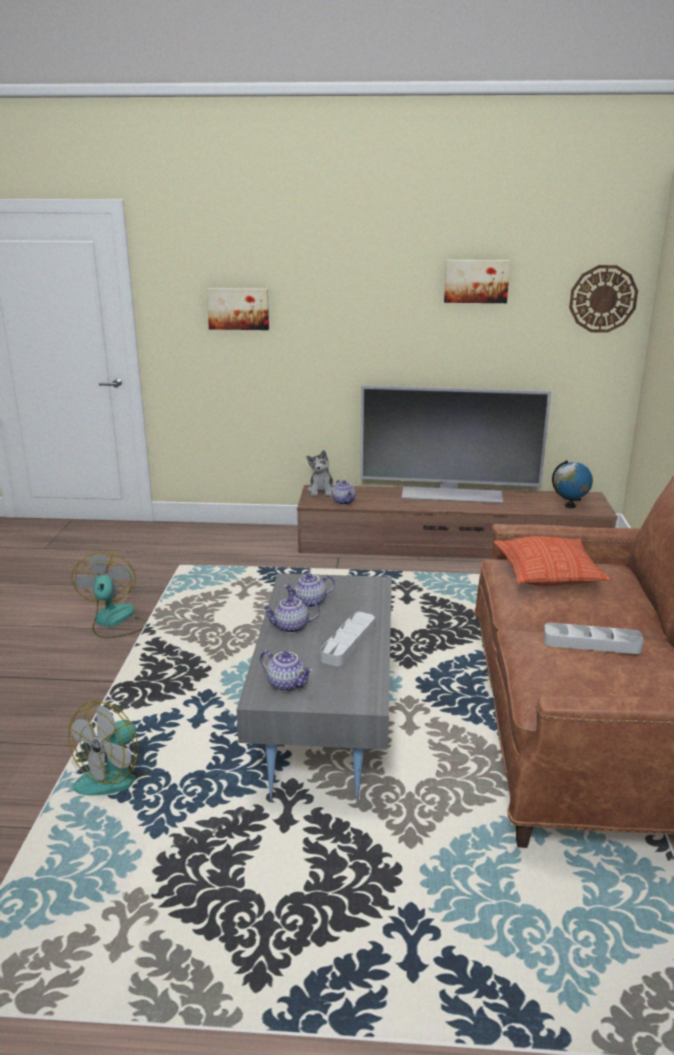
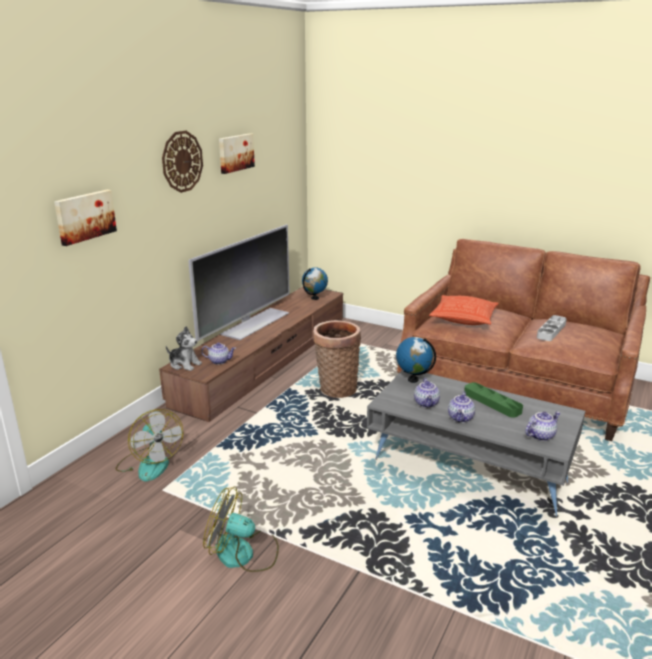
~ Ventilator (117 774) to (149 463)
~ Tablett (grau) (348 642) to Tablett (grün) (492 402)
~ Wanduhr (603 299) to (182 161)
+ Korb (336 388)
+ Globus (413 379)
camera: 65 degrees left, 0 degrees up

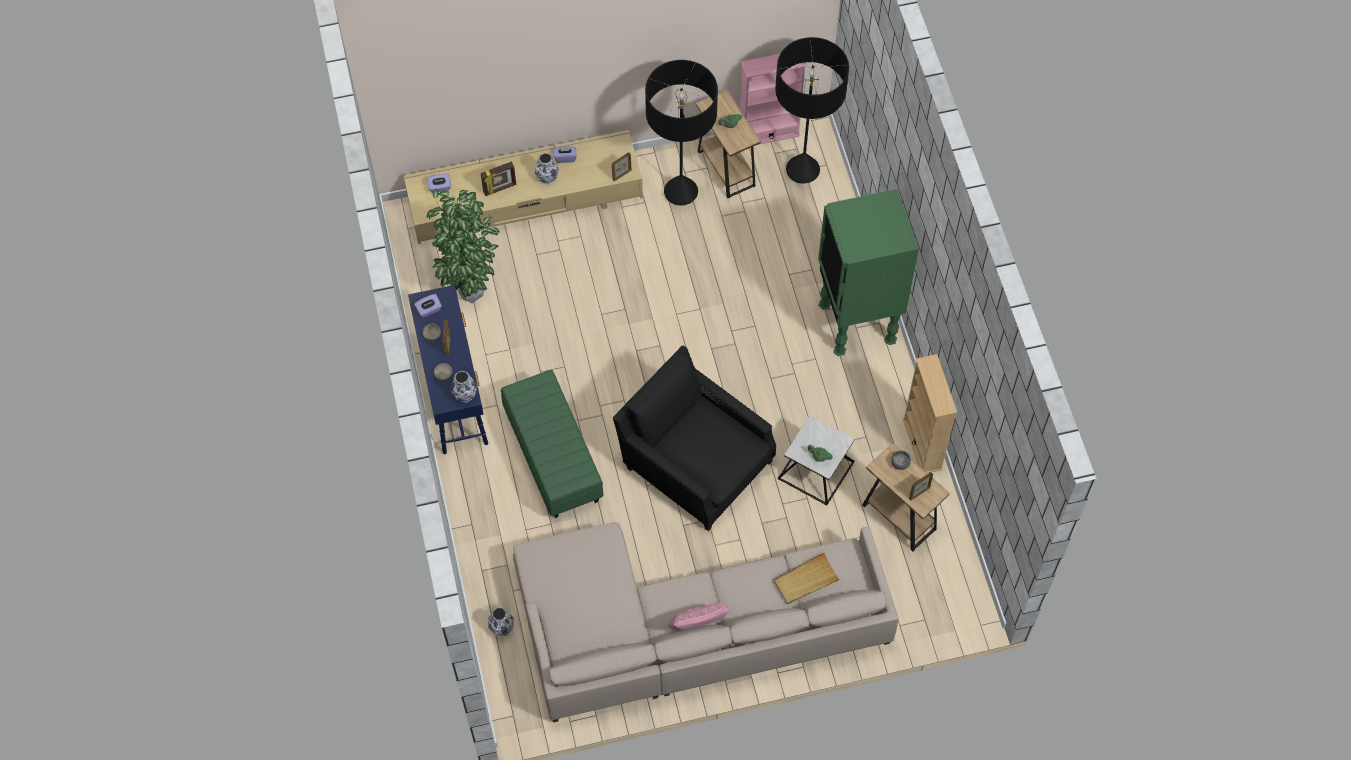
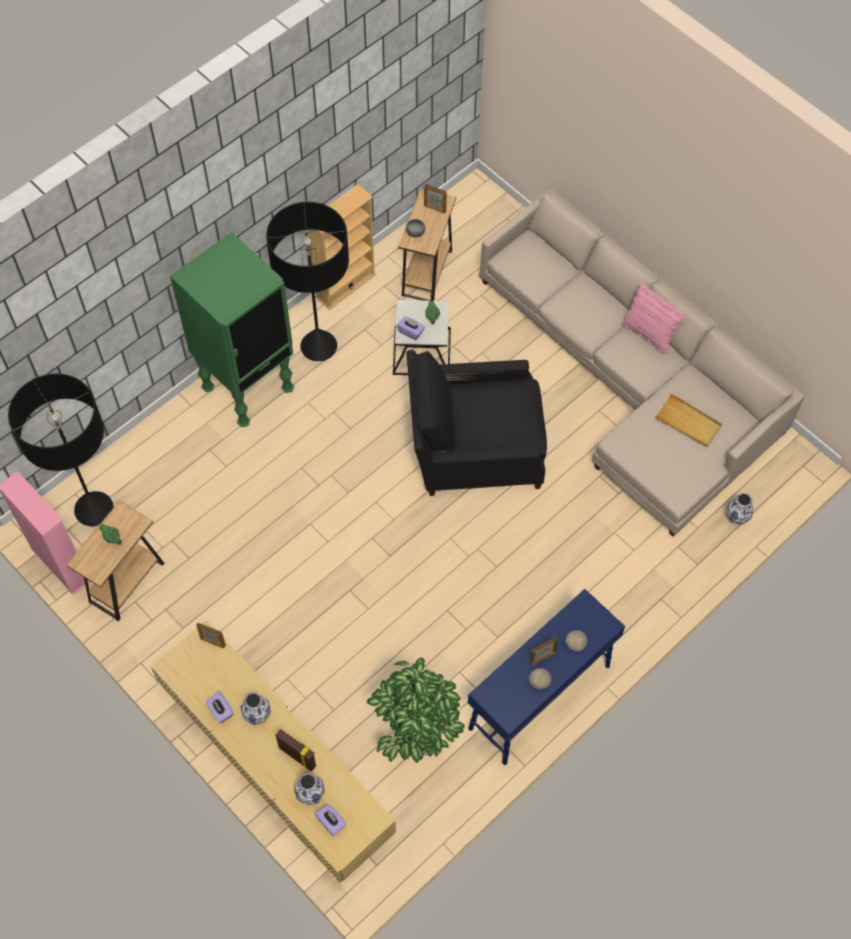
~ Taschentuchbox (lila) (429 310) to (411 332)
~ Vase (465 395) to (310 794)
- Polsterhocker (grün) (554 457)
~ Sessel (schwarz) (696 462) = (475 446) 75 degrees clockwise
~ Stehlampe (schwarz) (681 193) to (319 348)
~ Tablett (beige) (805 580) to (688 422)
camera: 120 degrees left, 0 degrees up

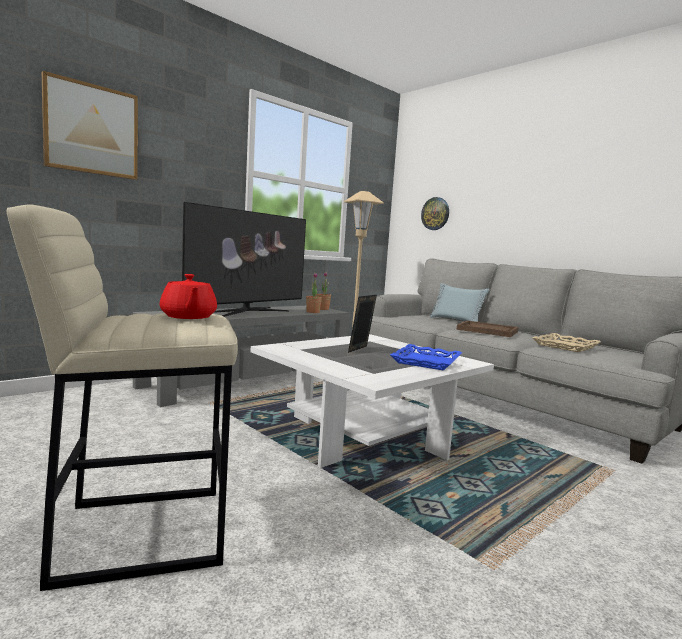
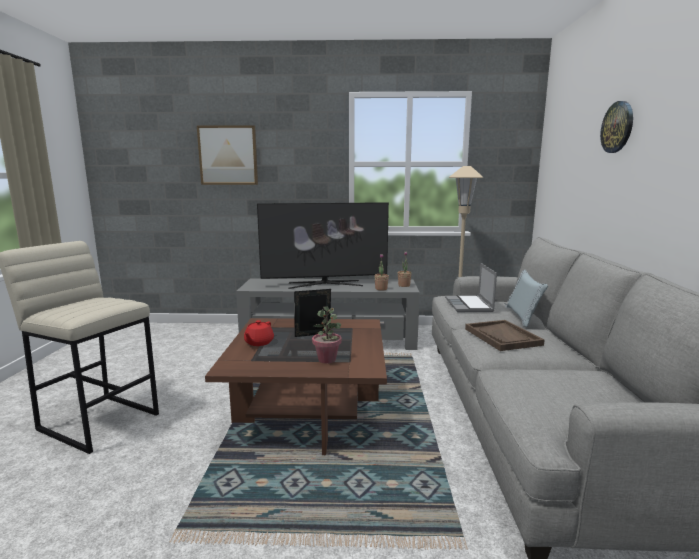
~ Teekanne (rot) (188 317) to (258 343)
~ Couchtisch (weiß) (365 437) to Couchtisch (braun) (308 411)
~ Tablett (blau) (425 361) to Topfpflanze (327 359)
~ Wanduhr (435 213) to (617 127)
- Tablett (beige) (566 346)
+ Laptop (469 305)
camera: 45 degrees right, 5 degrees up

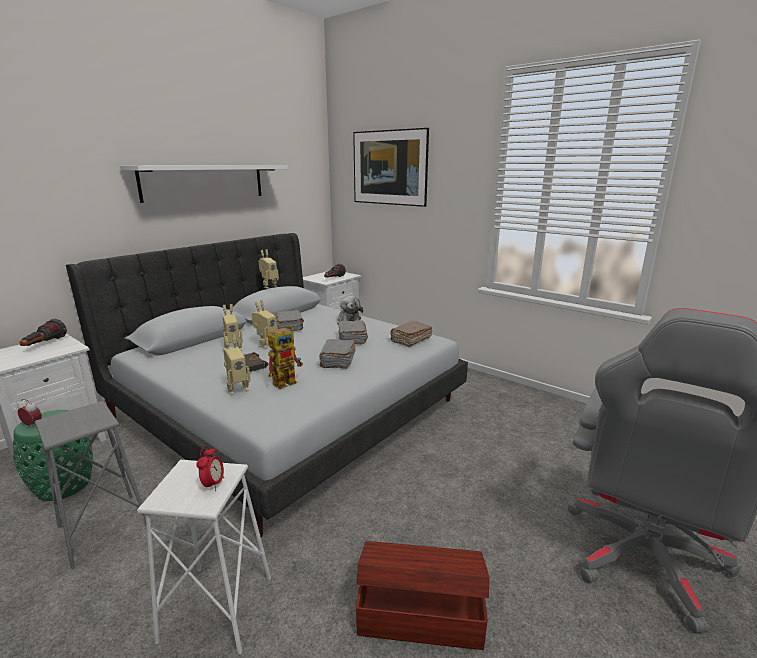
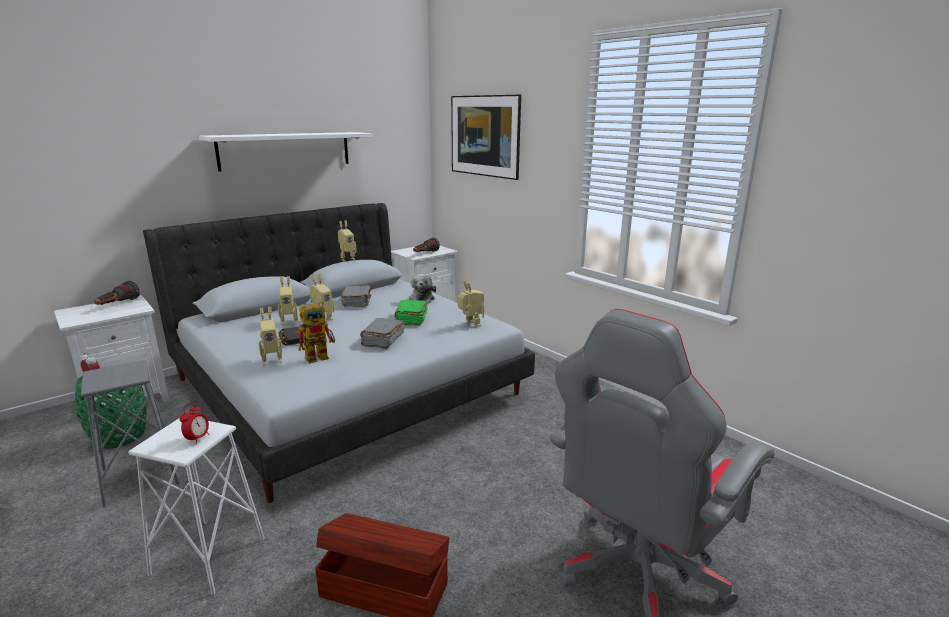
~ Buch (grau) (352 339) to Buch (grün) (411 319)
~ Buch (braun) (410 340) to Spielzeugroboter (470 325)
camera: 10 degrees right, 0 degrees up

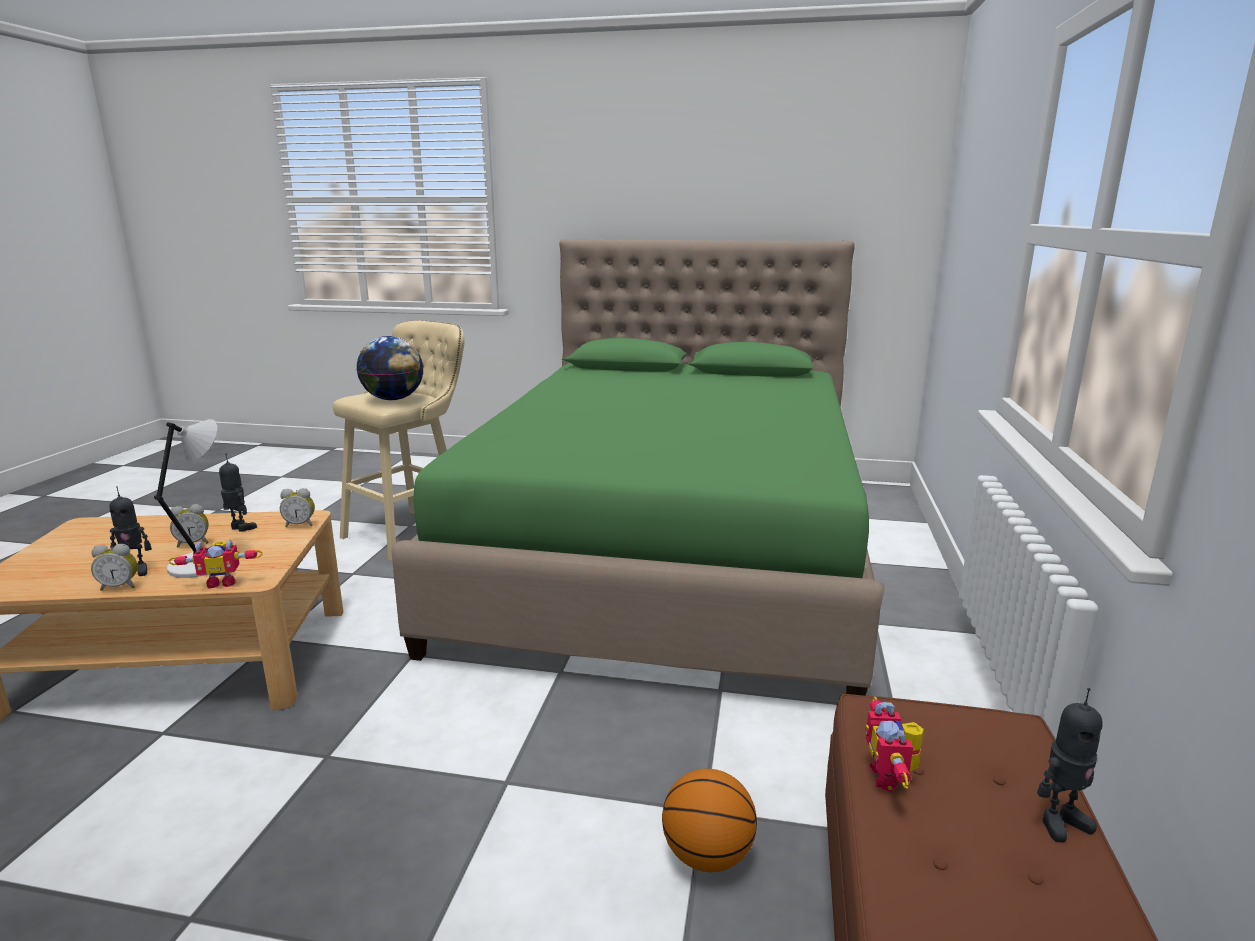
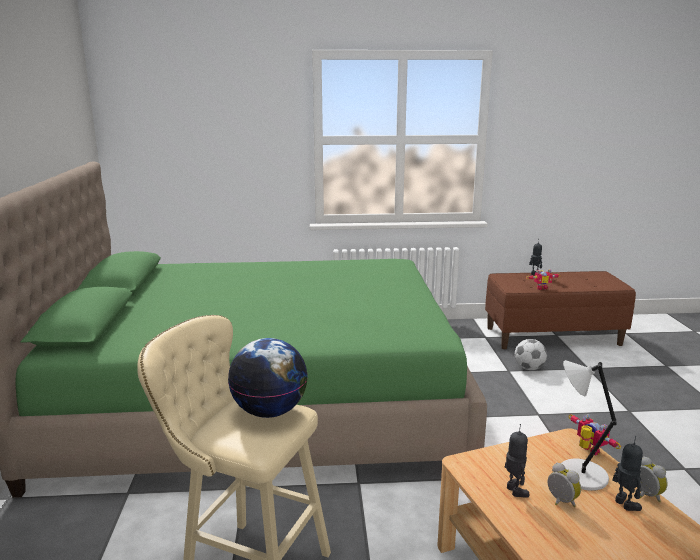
~ Spielzeugroboter (240 528) = (514 491) 150 degrees clockwise
- Wecker (300 525)
~ Basketball (707 856) to Fußball (529 368)
camera: 105 degrees left, 0 degrees up

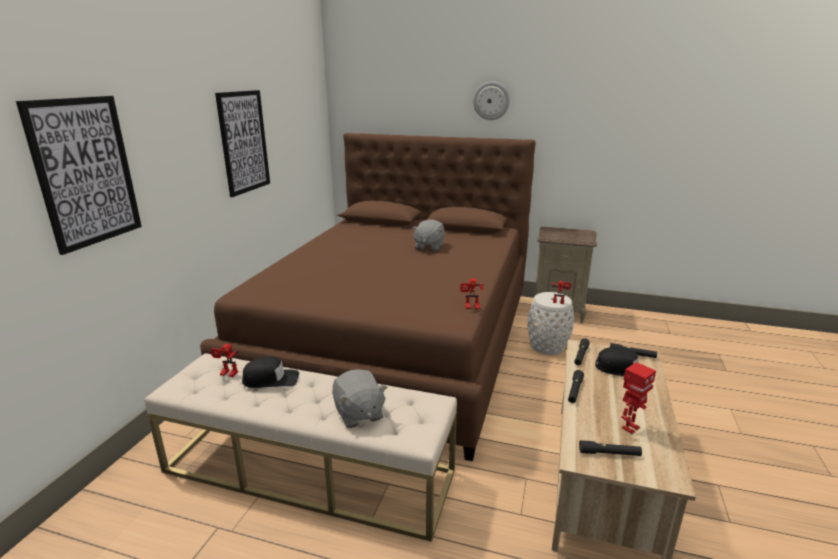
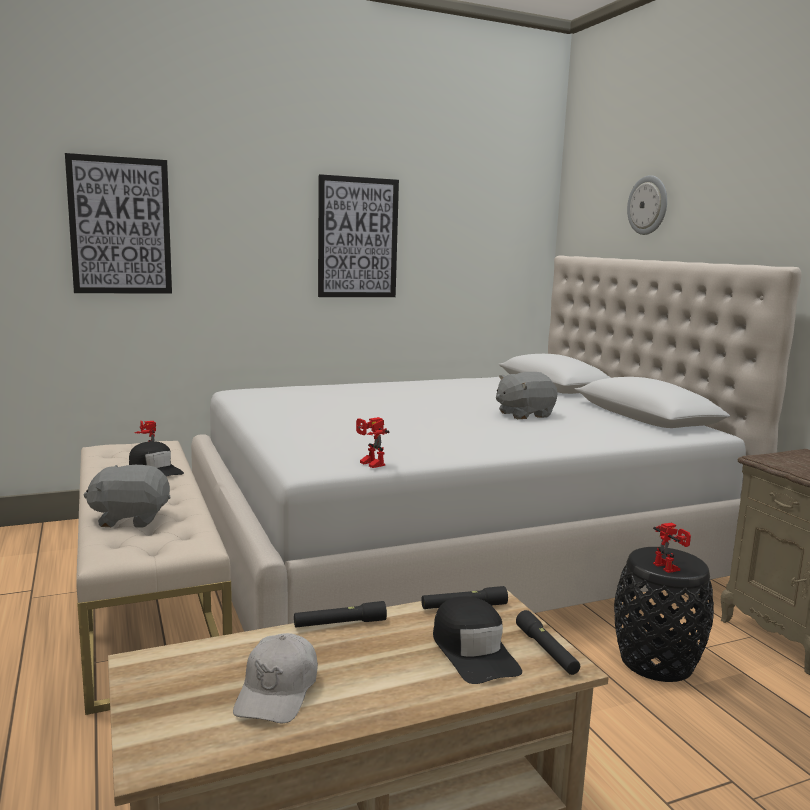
~ Bett (braun) (396 343) to Bett (weiß) (452 553)
~ Plüschtier (grau) (358 414) = (130 519) 60 degrees clockwise
~ Wanduhr (491 101) to (648 205)
~ Hocker (weiß) (547 346) to Hocker (schwarz) (656 662)
- Taschenlampe (schwarz) (609 453)
~ Spielzeugroboter (629 427) to Kappe (weiß) (277 691)
camera: 50 degrees right, 10 degrees down

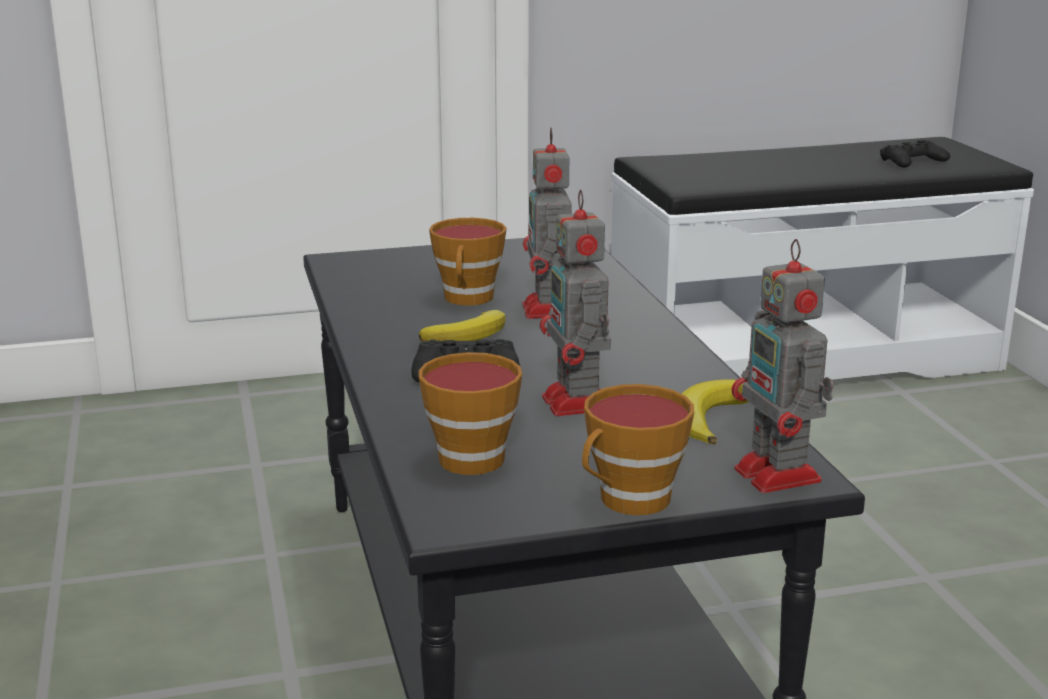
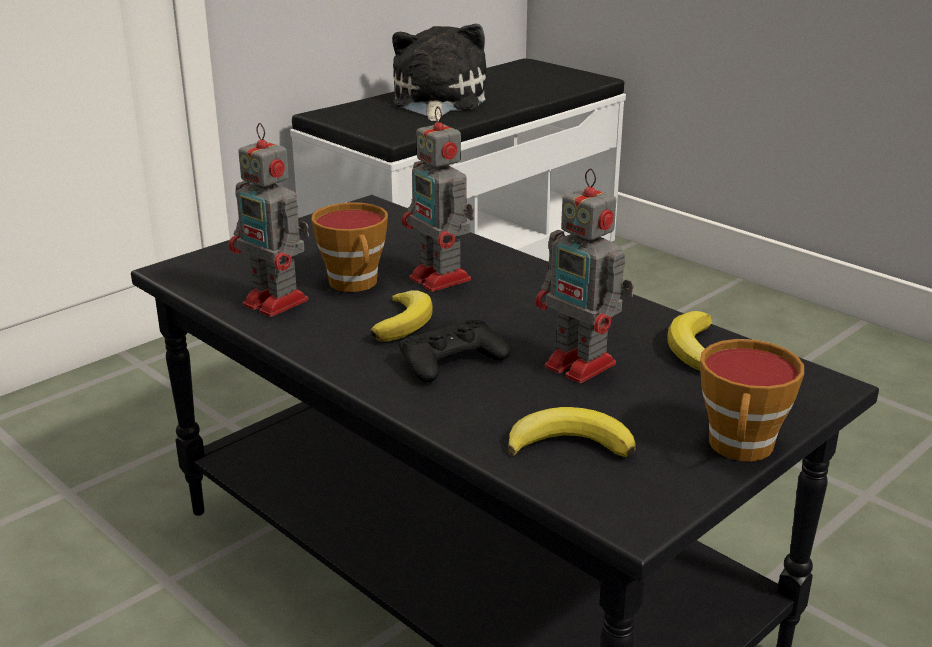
~ Tasse (476 456) to Banane (569 443)
~ Spielzeugroboter (779 477) to (278 303)
- Gamepad (schwarz) (913 162)
+ Plüschtier (437 102)
camera: 30 degrees left, 5 degrees up

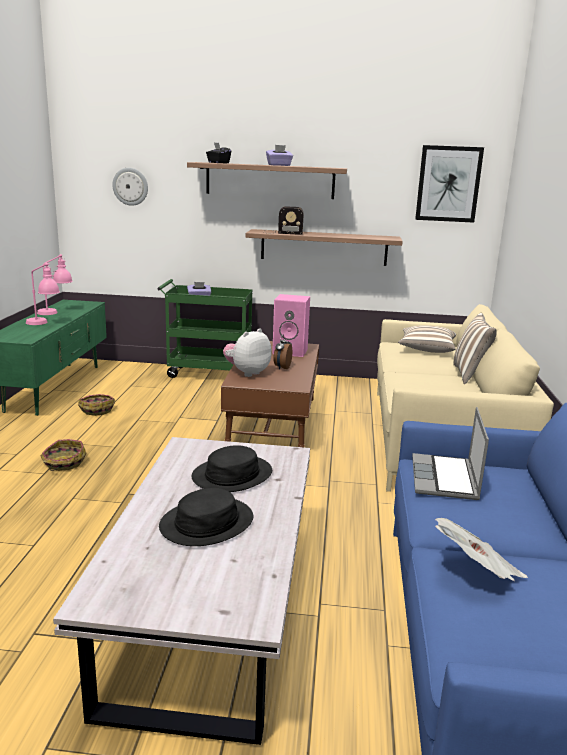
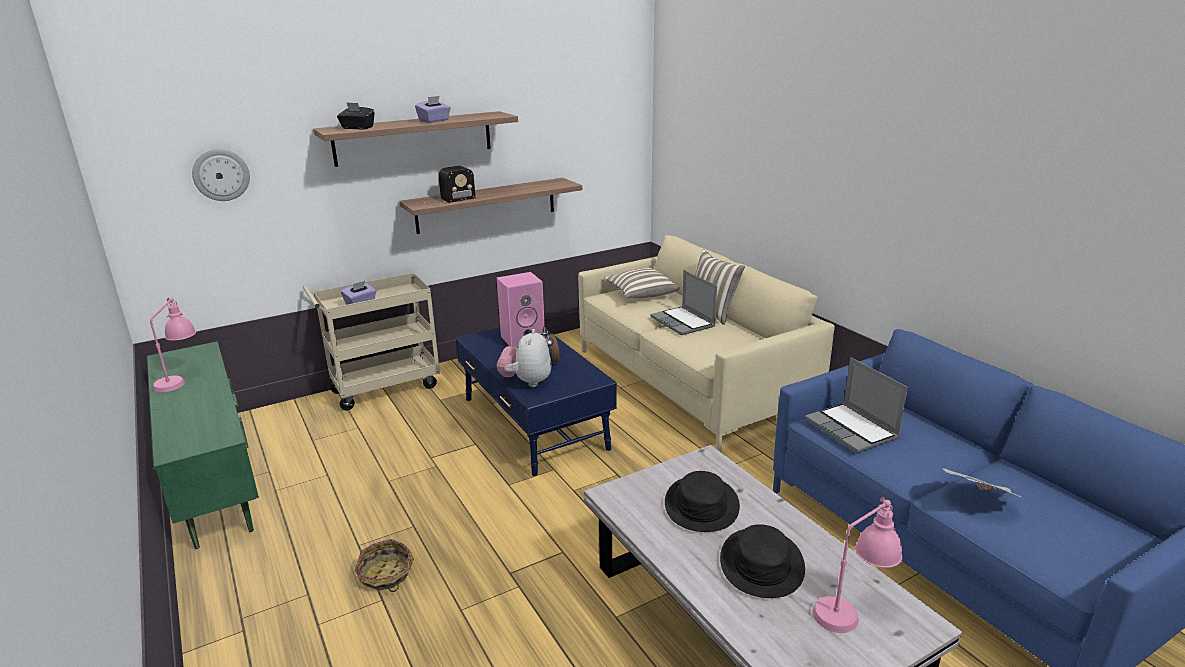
~ Tischlampe (rosa) (44 323) to (852 610)
- Korb (97 410)
~ Rollwagen (grün) (206 374) to Rollwagen (beige) (383 391)
~ Couchtisch (braun) (273 423) to Couchtisch (blau) (535 424)
- Bild (448 184)
+ Laptop (683 322)
camera: 35 degrees left, 5 degrees up

